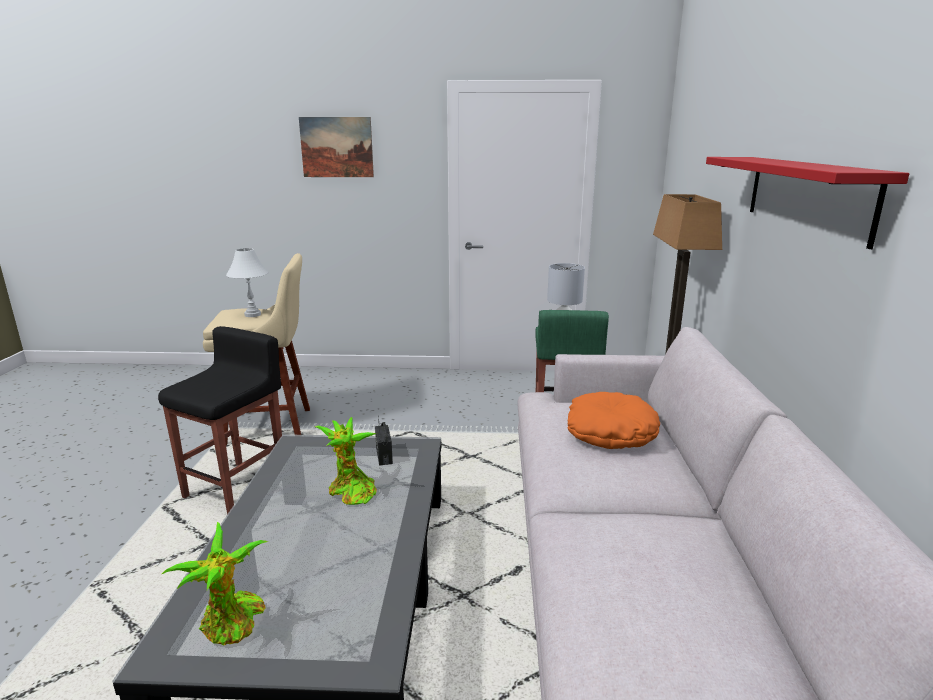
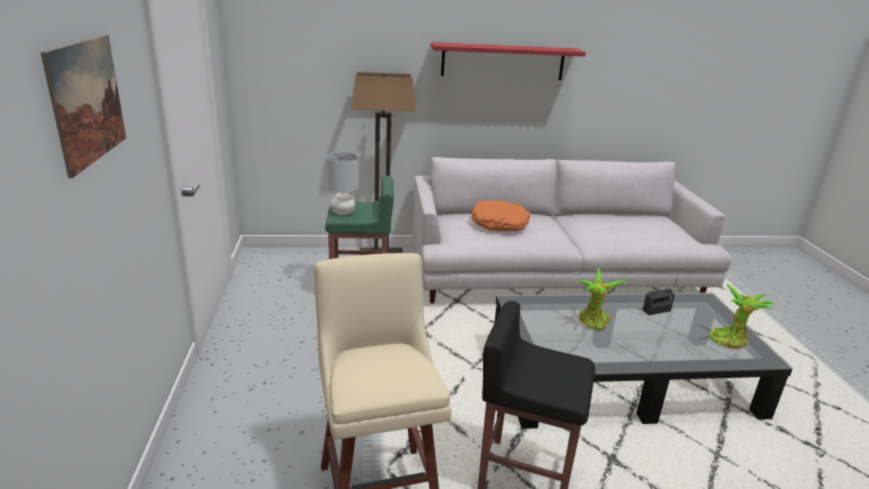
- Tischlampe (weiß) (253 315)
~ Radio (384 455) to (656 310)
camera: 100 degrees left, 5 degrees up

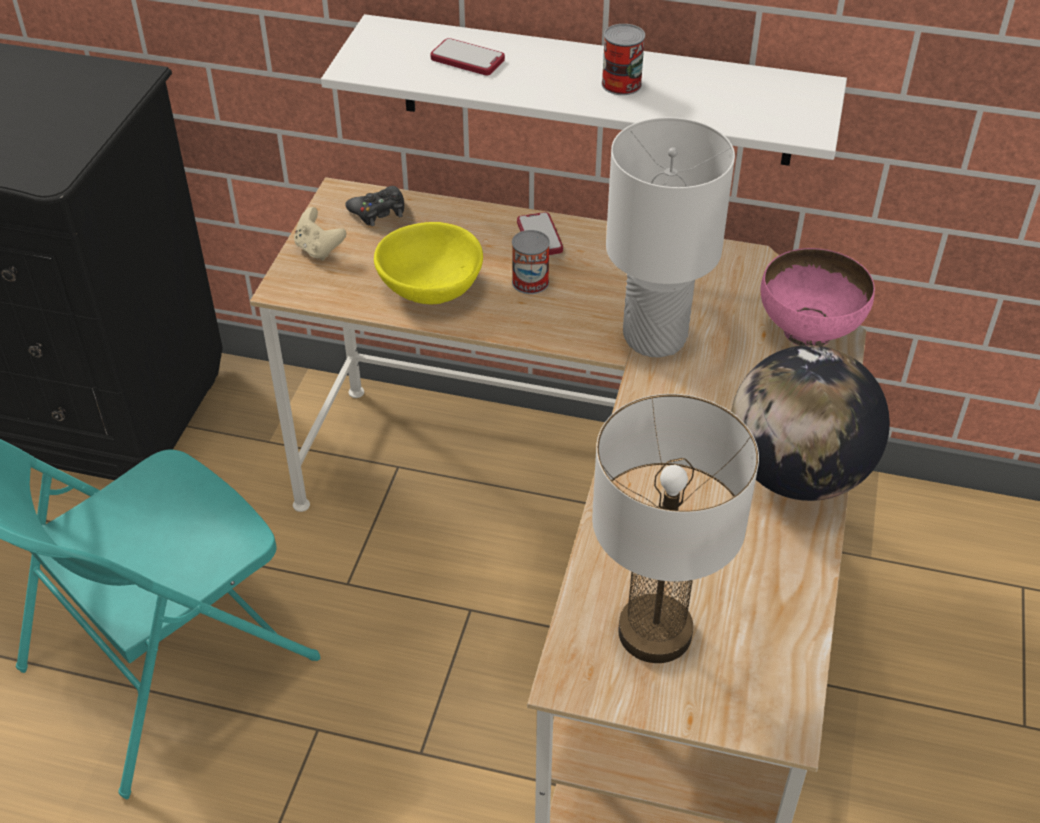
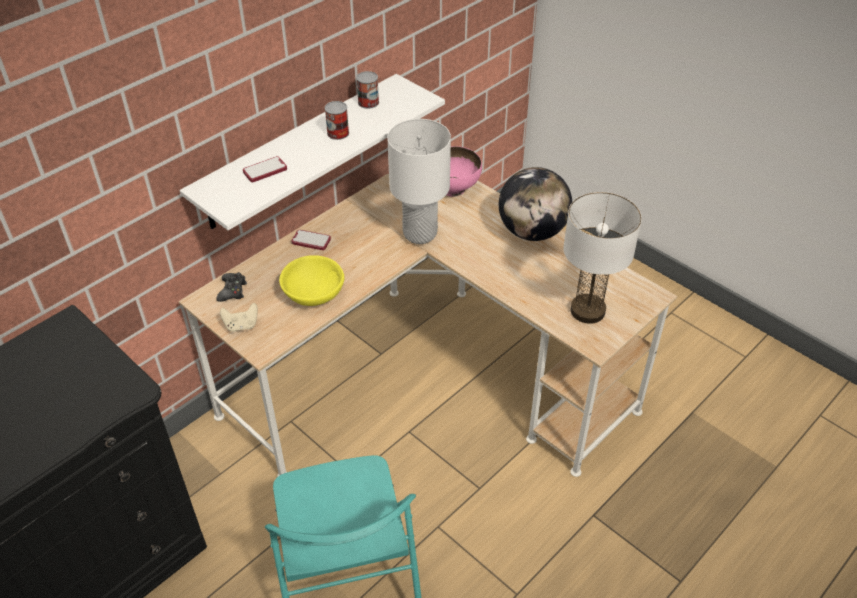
~ Dose (530 282) to (368 102)
camera: 60 degrees left, 0 degrees up

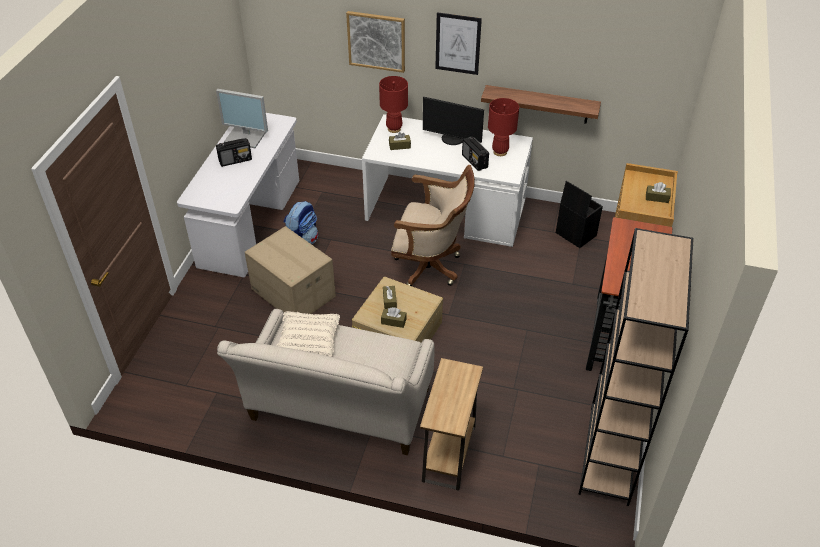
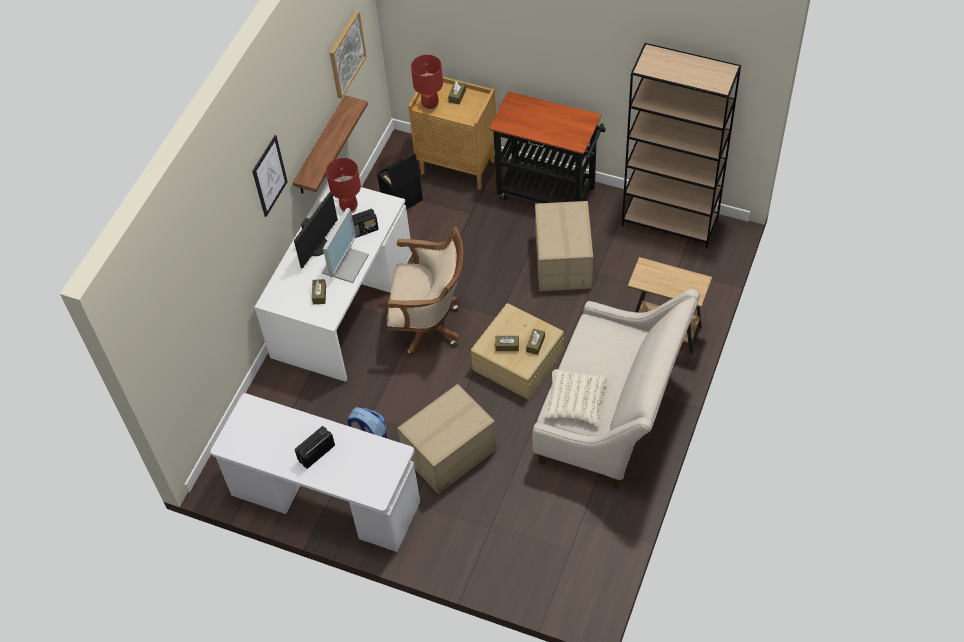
~ Monitor (246 136) to (345 263)
~ Radio (235 160) = (316 453) 120 degrees counterclockwise
~ Bild (376 41) to (346 54)
~ Tischlampe (rot) (394 129) to (430 106)
~ Bürostuhl (431 267) = (430 326) 75 degrees clockwise
+ Karton (564 262)
camera: 80 degrees left, 10 degrees up

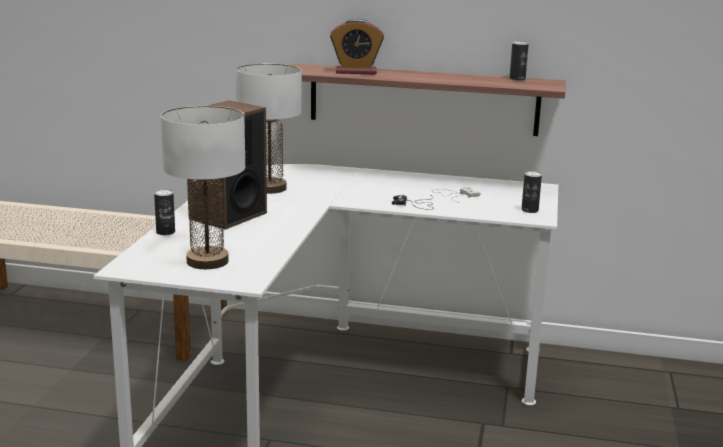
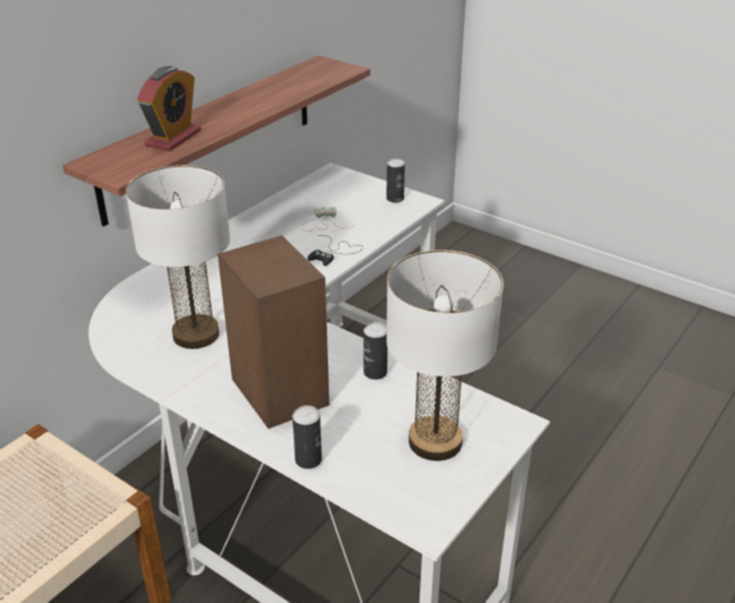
~ Dose (517 79) to (375 372)
camera: 65 degrees left, 15 degrees up

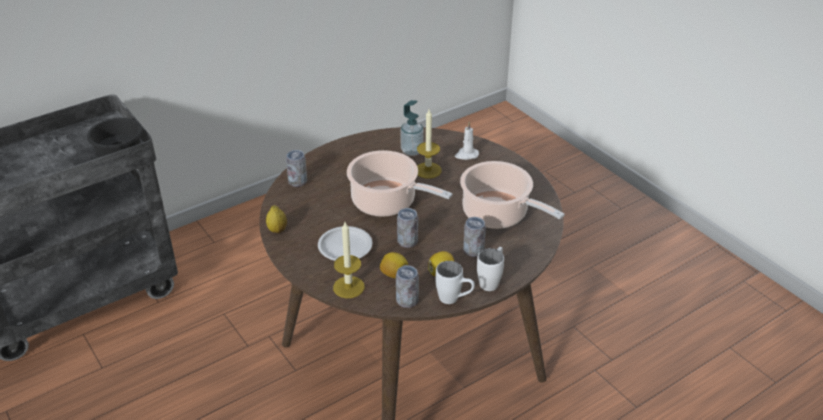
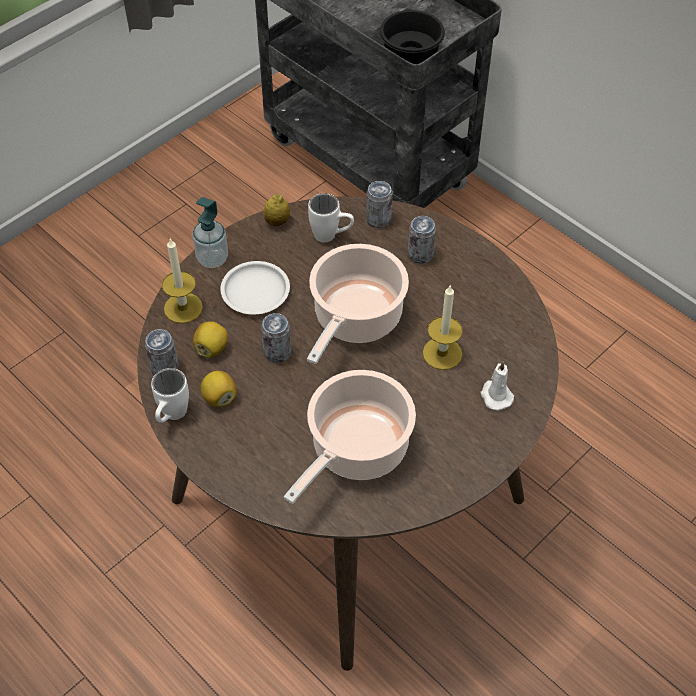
~ Seifenspender (412 151) to (212 259)
~ Dose (473 251) to (420 255)
~ Henkelbecher (weiß) (491 281) to (331 236)
camera: 80 degrees right, 15 degrees up

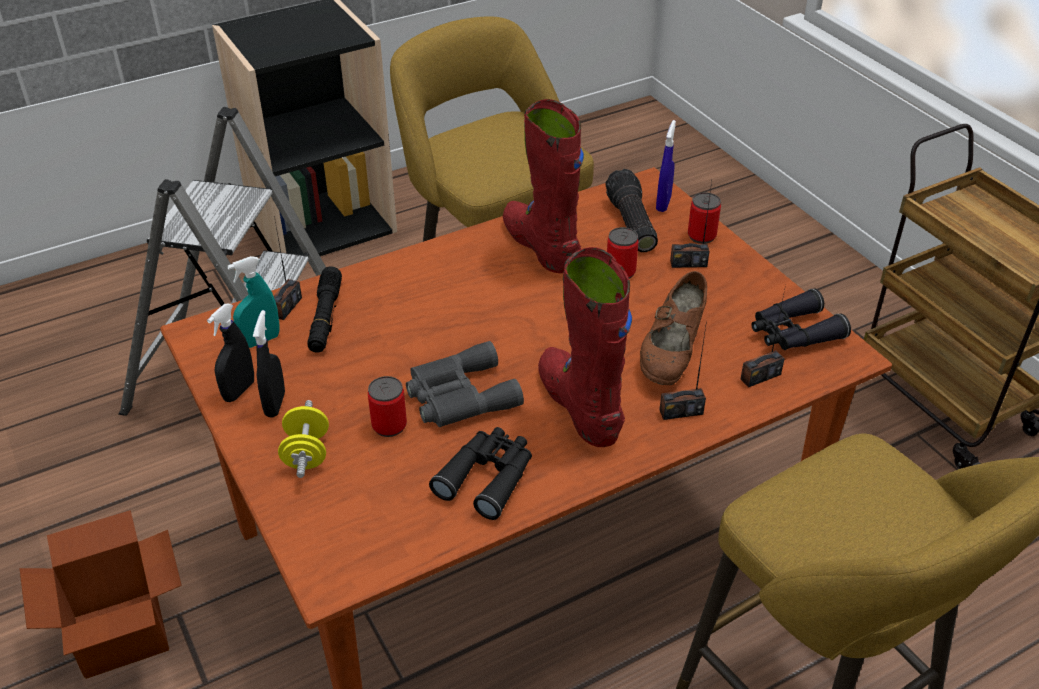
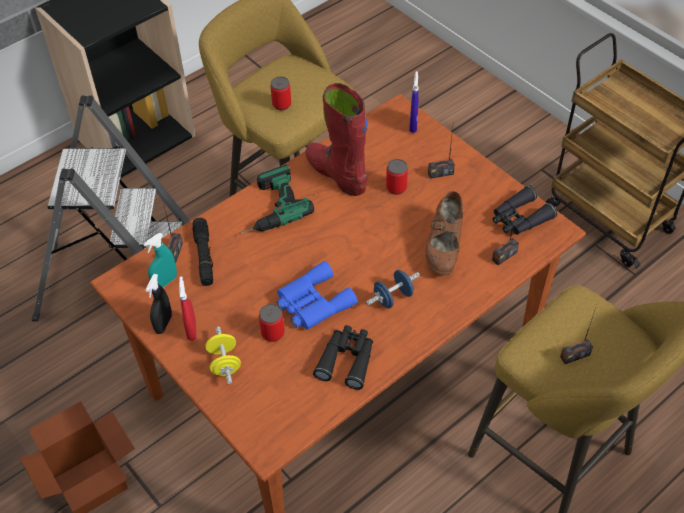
~ Sprühflasche (schwarz) (275 404) to Sprühflasche (rot) (191 330)
~ Fernglas (grau) (459 396) to Fernglas (blau) (312 303)
~ Stiefel (rot) (579 406) to Hantel (blau) (393 297)
- Taschenlampe (629 223)
~ Radio (681 412) to (574 355)
~ Dose (701 236) to (281 104)
+ Bohrmaschine (267 208)
camera: 10 degrees left, 10 degrees up

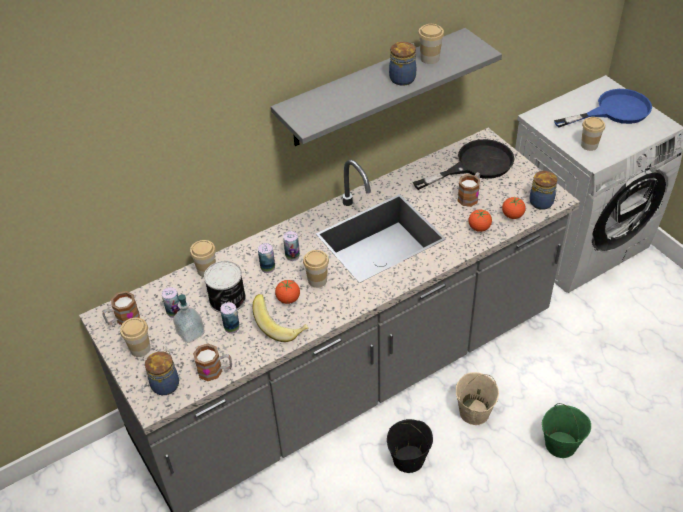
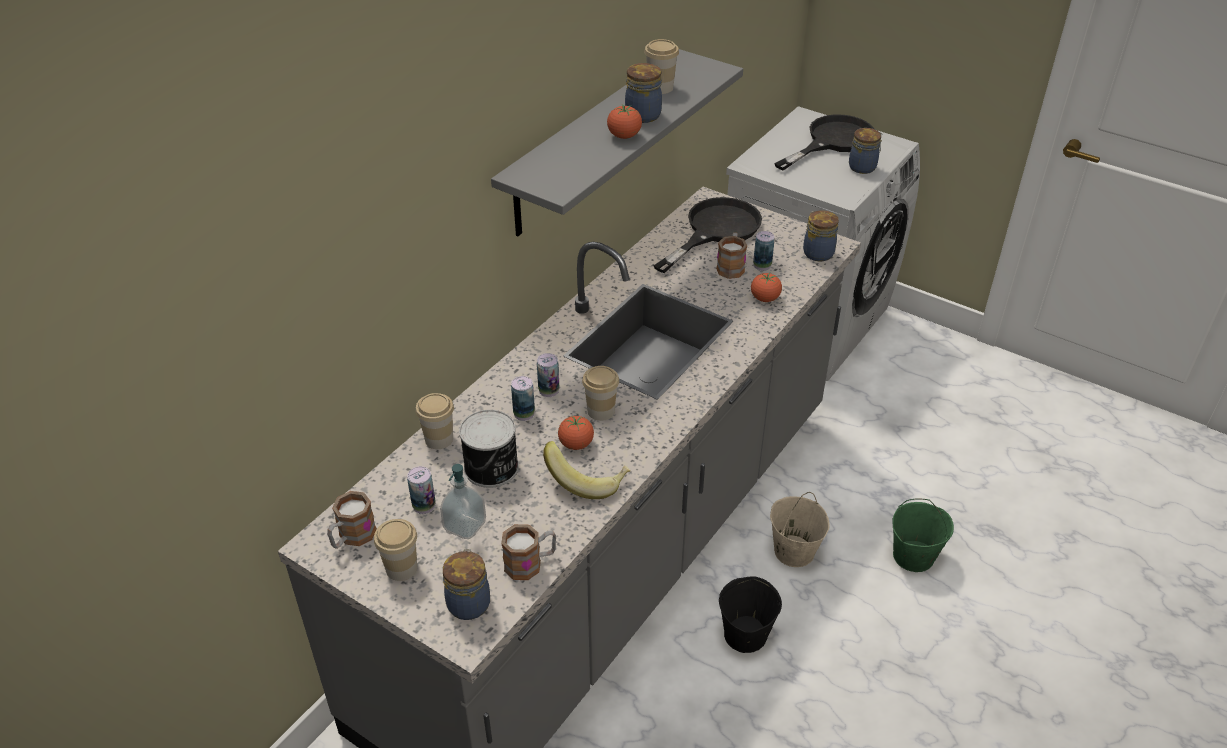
~ Dose (232 327) to (762 265)
~ Tomate (512 215) to (624 136)
~ Pfanne (blau) (614 111) to Pfanne (schwarz) (832 141)
- Tasse (589 145)
+ Vorratsglas (863 167)
camera: 25 degrees left, 5 degrees down

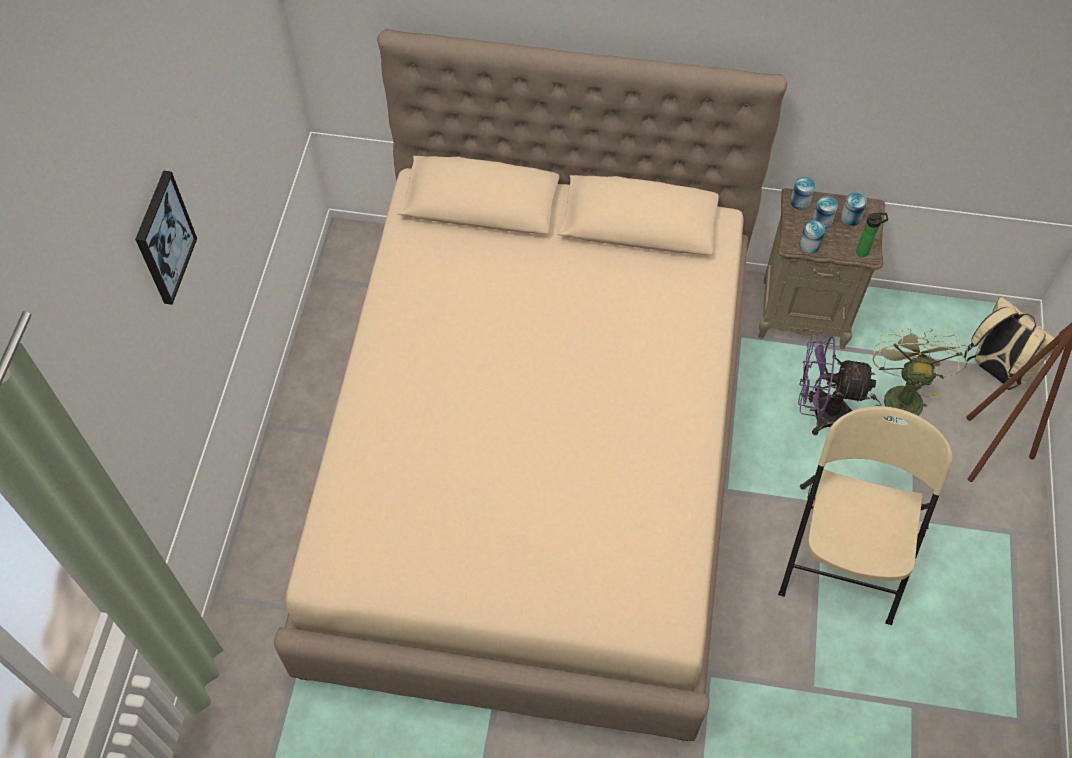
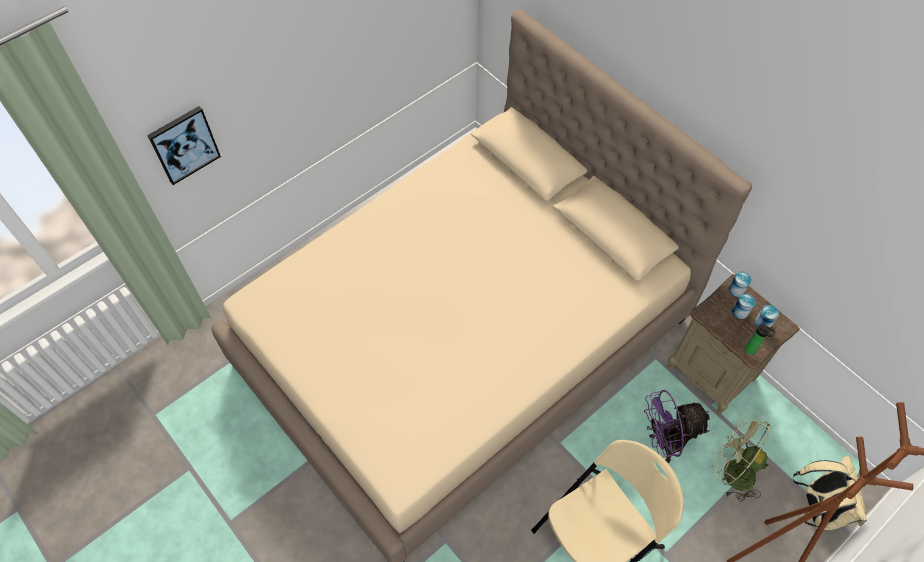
~ Bild (163 238) to (184 144)
~ Ventilator (lila) (820 412) = (664 441) 60 degrees counterclockwise
- Dose (809 245)
~ Ventilator (grün) (901 394) = (731 472) 105 degrees counterclockwise
camera: 40 degrees right, 0 degrees up

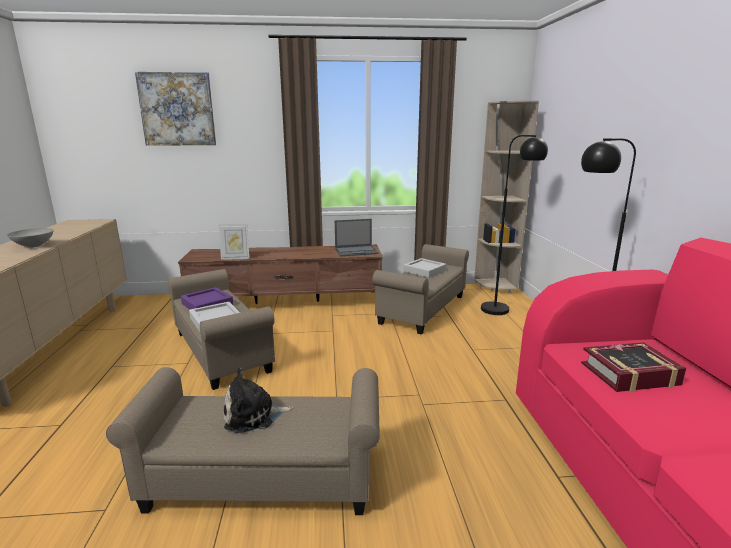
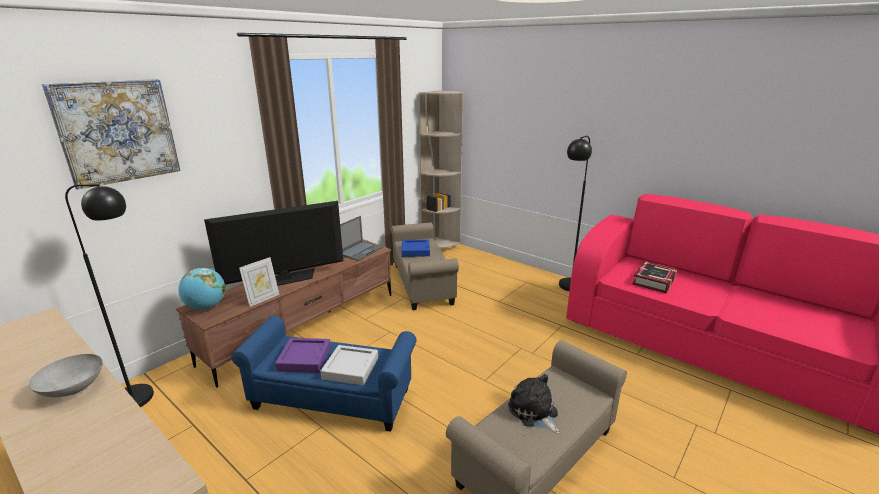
~ Polsterhocker (beige) (222 351) to Polsterhocker (blau) (332 398)
~ Plüschtier (254 415) = (534 412) 120 degrees clockwise
~ Tablett (grau) (424 271) to Tablett (blau) (415 251)
~ Stehlampe (schwarz) (502 312) to (144 399)
+ Globus (206 307)
+ Fernseher (285 279)
camera: 45 degrees left, 5 degrees up

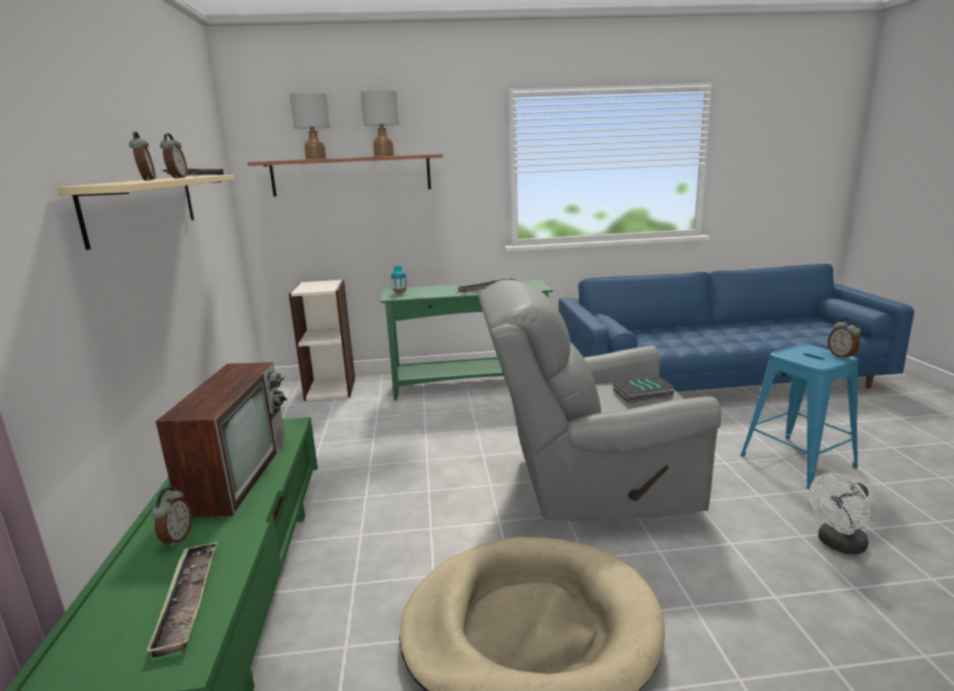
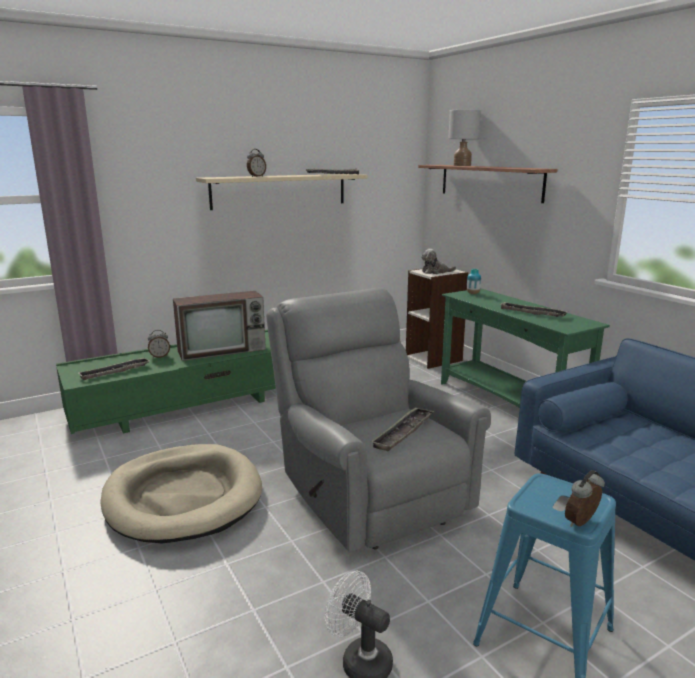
- Wecker (177 178)
- Tischlampe (grau) (383 156)
~ Buch (643 394) to Tablett (403 432)
+ Plüschtier (435 272)
camera: 65 degrees right, 0 degrees up

